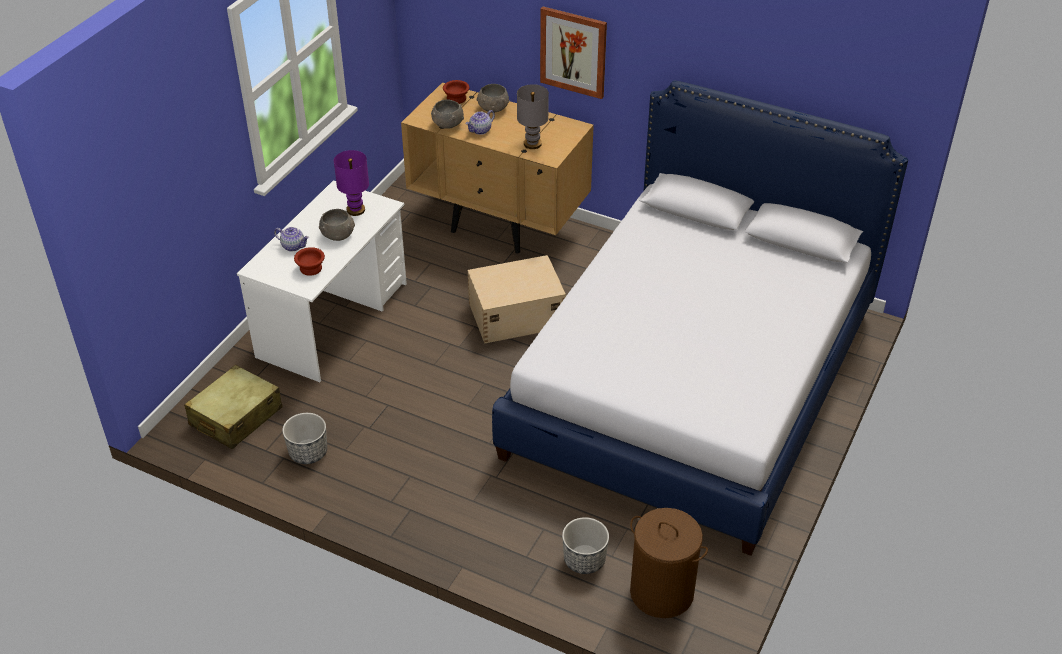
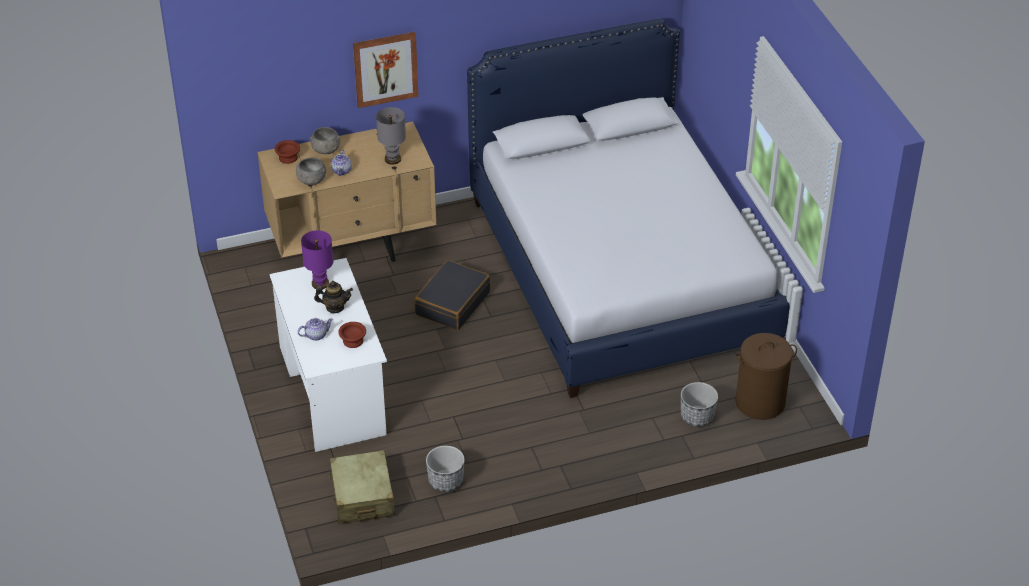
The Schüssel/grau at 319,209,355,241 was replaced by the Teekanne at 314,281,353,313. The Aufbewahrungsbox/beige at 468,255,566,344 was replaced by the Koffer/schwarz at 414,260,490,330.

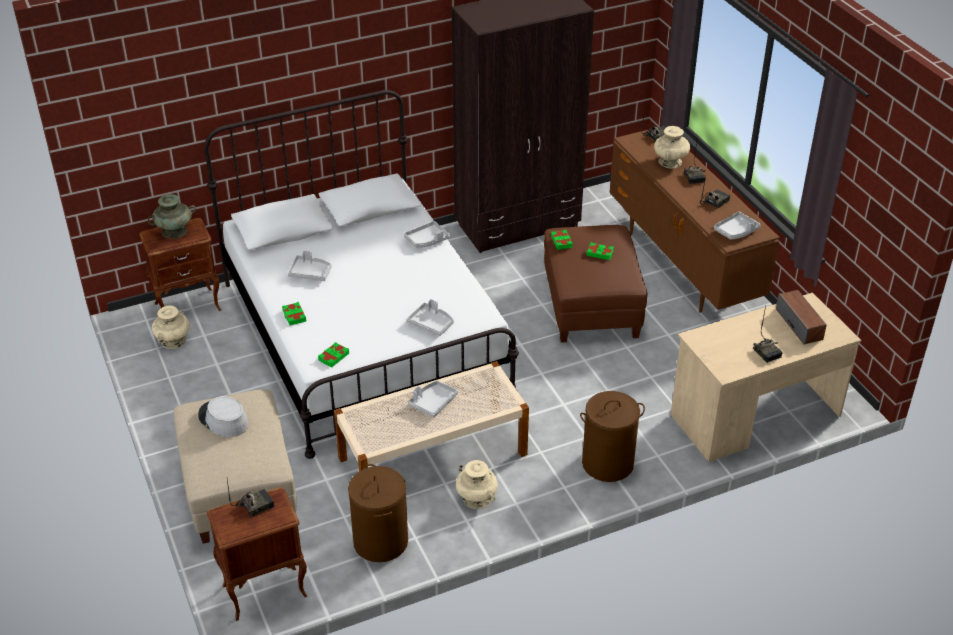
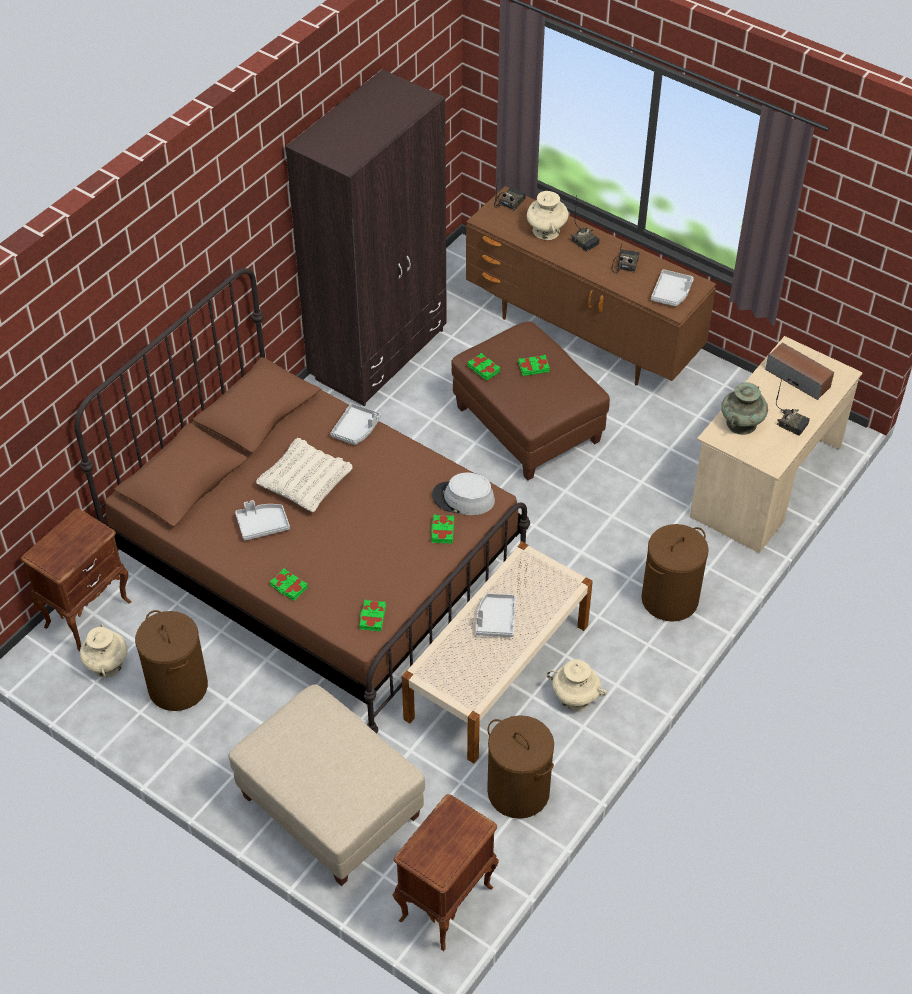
The Bett/weiß at 204,90,519,459 became the Bett/braun at 74,268,530,734. The Wäschekorb/braun at 135,610,208,711 appeared. The Kissen/beige at 256,438,352,512 appeared. The Tablett/grau at 407,299,454,336 was replaced by the Buch/grün at 431,515,454,543. The Hut/grau moved from 198,396,249,437 to 432,472,495,515. The Vase/türkis moved from 148,194,196,239 to 721,382,768,435. The Radio at 227,479,274,518 disappeared.

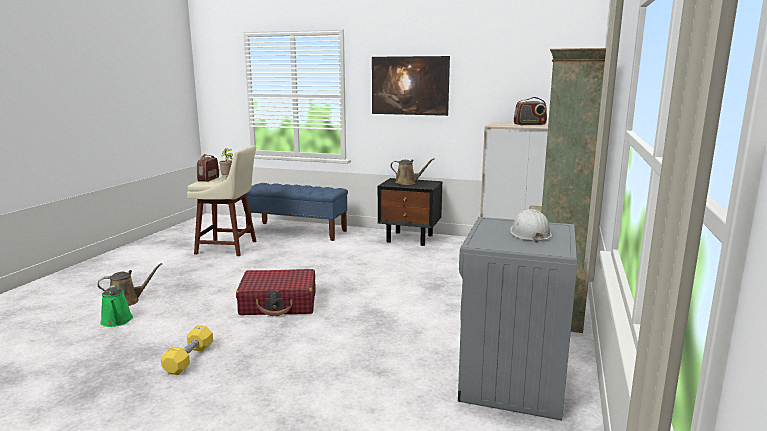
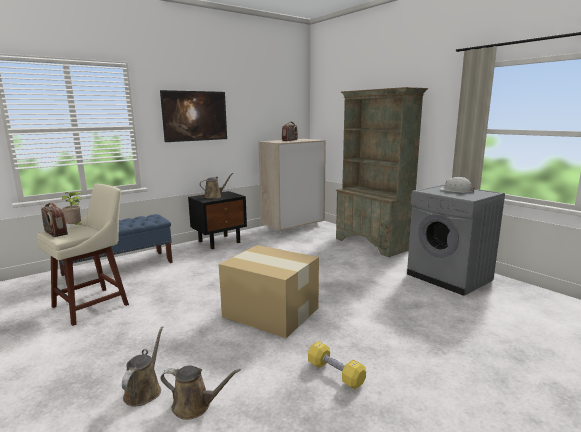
The Gießkanne/grün at 100,285,133,327 became the Gießkanne/braun at 161,365,241,420. The Koffer/rot at 236,269,316,316 was replaced by the Karton at 219,245,319,338.

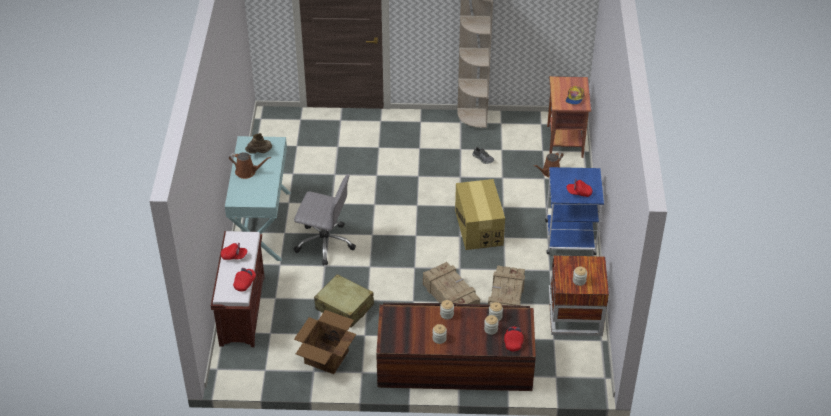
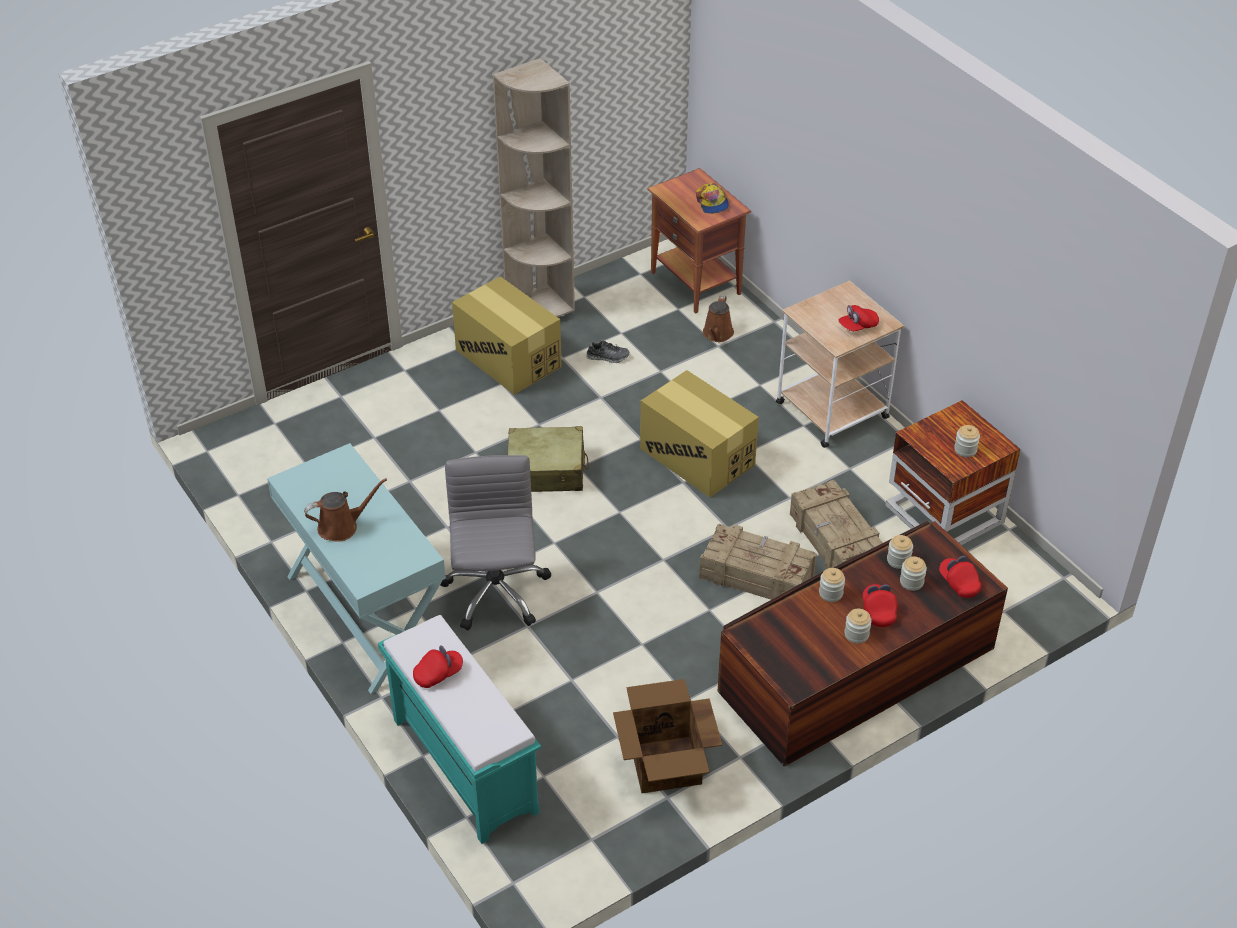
The Bank/braun at 211,231,265,347 became the Bank/türkis at 378,615,541,844. The Bürostuhl/grau at 294,174,356,266 turned 75 degrees counterclockwise. The Karton at 452,276,562,395 appeared. The Koffer/beige moved from 314,274,374,328 to 507,426,589,492. The Rollwagen/blau at 545,167,604,255 became the Rollwagen/beige at 776,280,904,448. The Kappe/rot moved from 233,268,256,291 to 863,584,897,627. The Stiefel/braun at 245,133,272,154 disappeared.

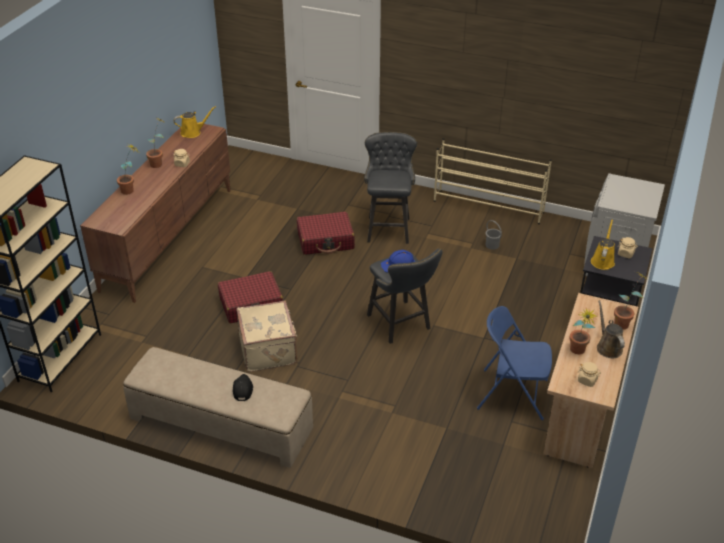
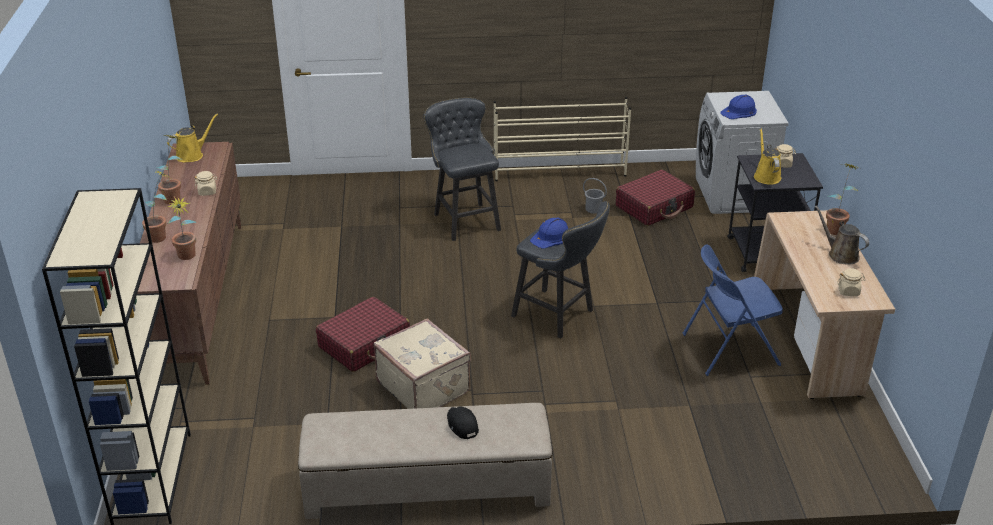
The Topfpflanze moved from 570,308,596,354 to 167,197,197,260. The Koffer/rot moved from 297,212,355,255 to 616,170,695,226. The Schutzhelm/blau at 720,94,757,119 appeared.

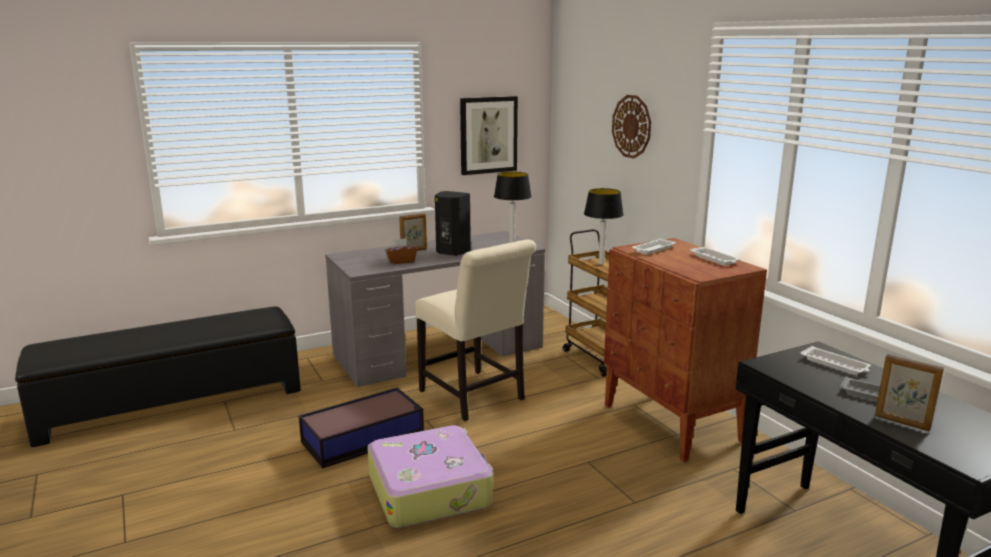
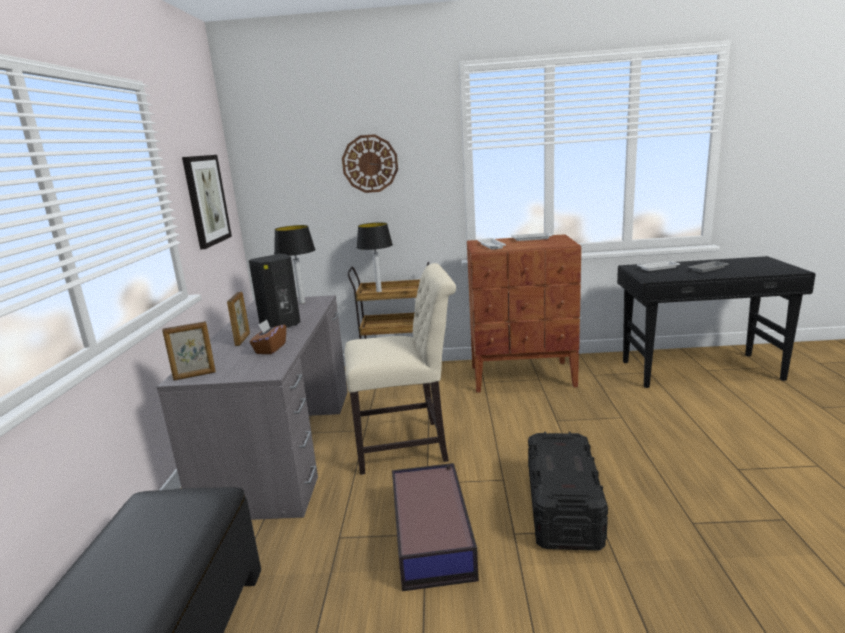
The Bilderrahmen moved from 875,354,944,431 to 162,321,216,381. The Koffer at 367,425,494,528 was replaced by the Aufbewahrungsbox/schwarz at 528,432,608,551.

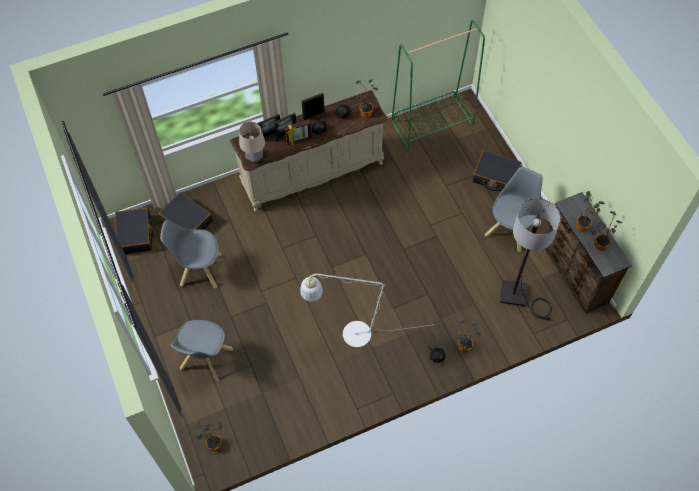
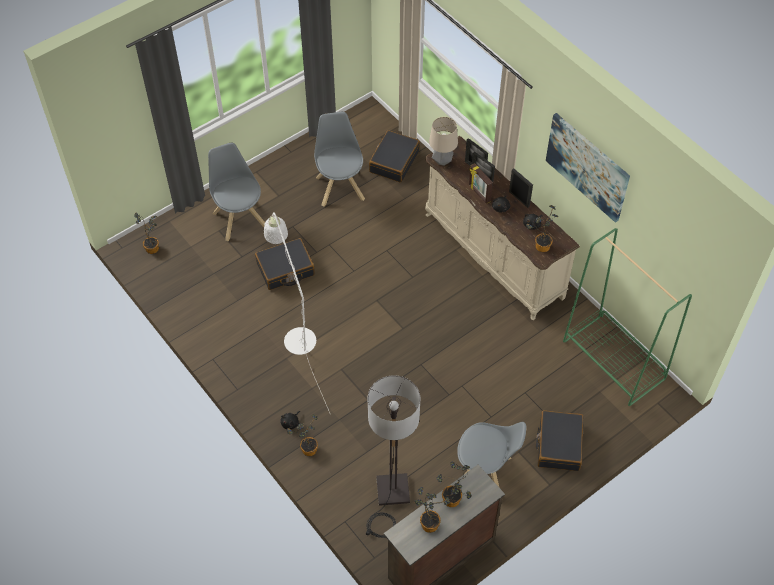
The Stuhl/grau at 171,320,233,383 turned 60 degrees clockwise. The Koffer/schwarz moved from 115,208,154,254 to 255,238,315,290. The Bild at 546,113,630,223 appeared.

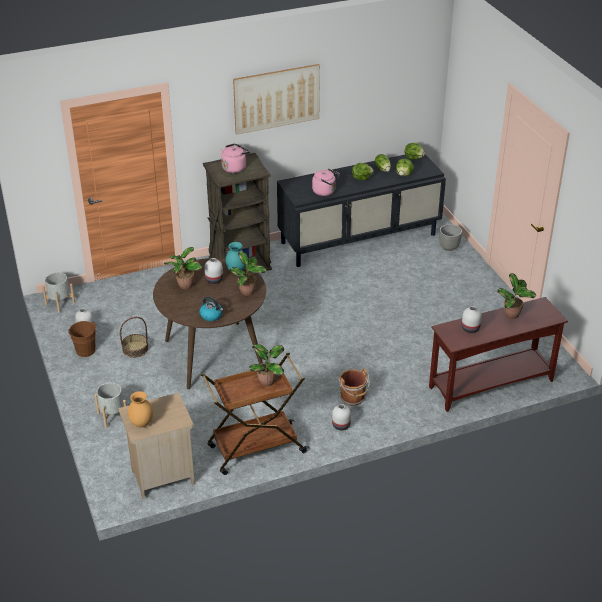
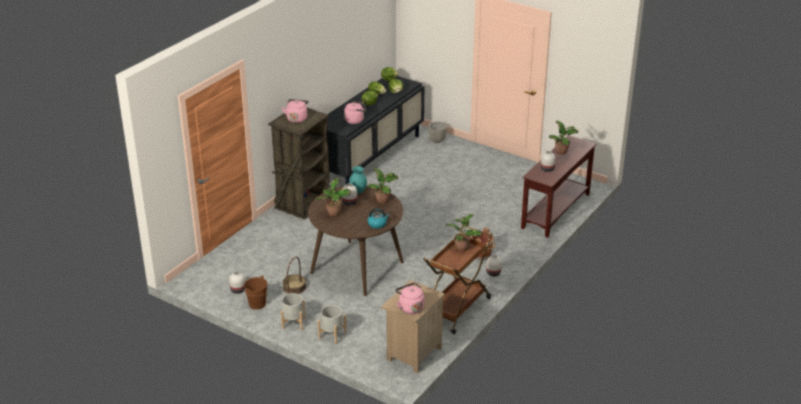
The Pflanzkübel/grau moved from 42,272,75,313 to 281,293,305,330. The Vase/braun at 128,391,153,427 was replaced by the Wasserkessel/rosa at 395,283,424,314. The Bild at 233,64,320,135 disappeared.

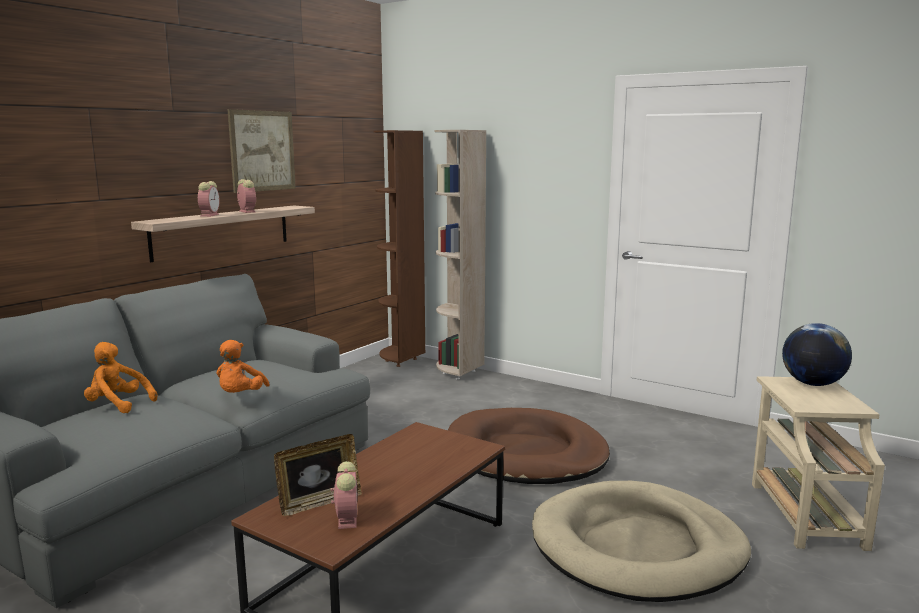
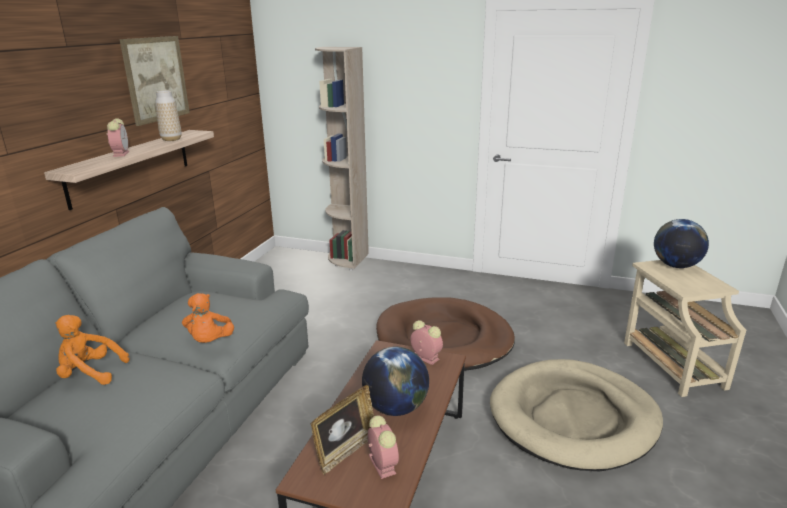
The Vase at 155,91,182,141 appeared. The Globus at 362,347,429,416 appeared. The Wecker moved from 237,179,256,213 to 410,320,443,365. The Bücherregal/braun at 373,130,425,367 disappeared.

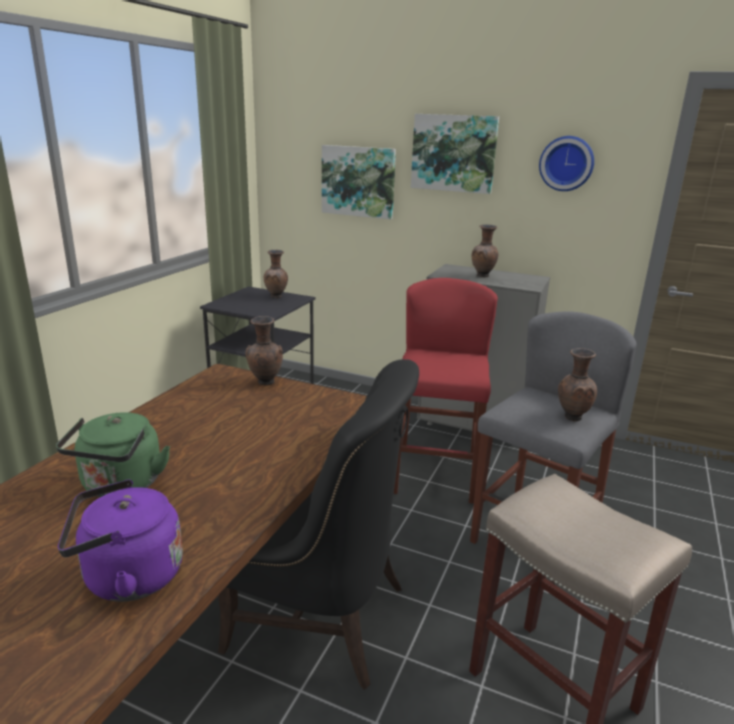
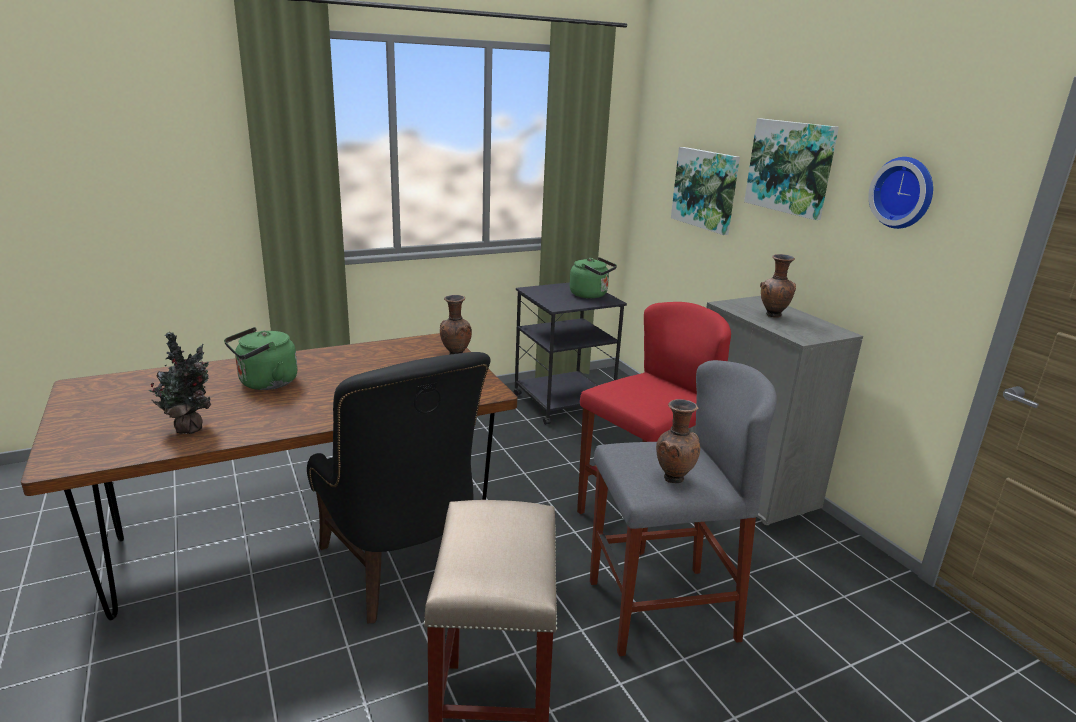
The Wasserkessel/lila at 58,479,183,602 was replaced by the Topfpflanze at 149,332,211,434. The Vase/braun at 264,250,288,298 was replaced by the Wasserkessel/grün at 570,257,617,298.

